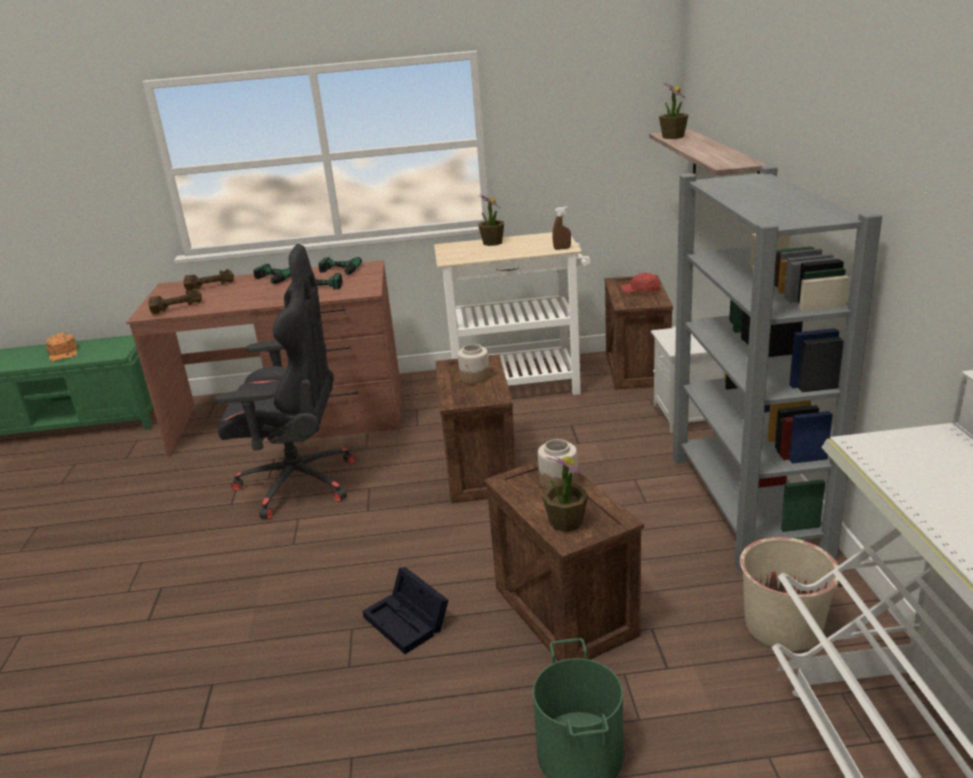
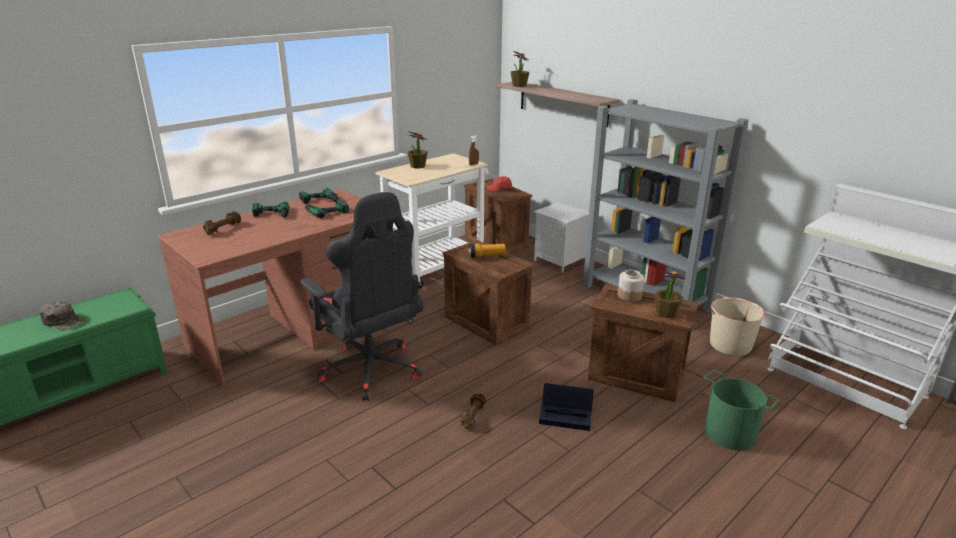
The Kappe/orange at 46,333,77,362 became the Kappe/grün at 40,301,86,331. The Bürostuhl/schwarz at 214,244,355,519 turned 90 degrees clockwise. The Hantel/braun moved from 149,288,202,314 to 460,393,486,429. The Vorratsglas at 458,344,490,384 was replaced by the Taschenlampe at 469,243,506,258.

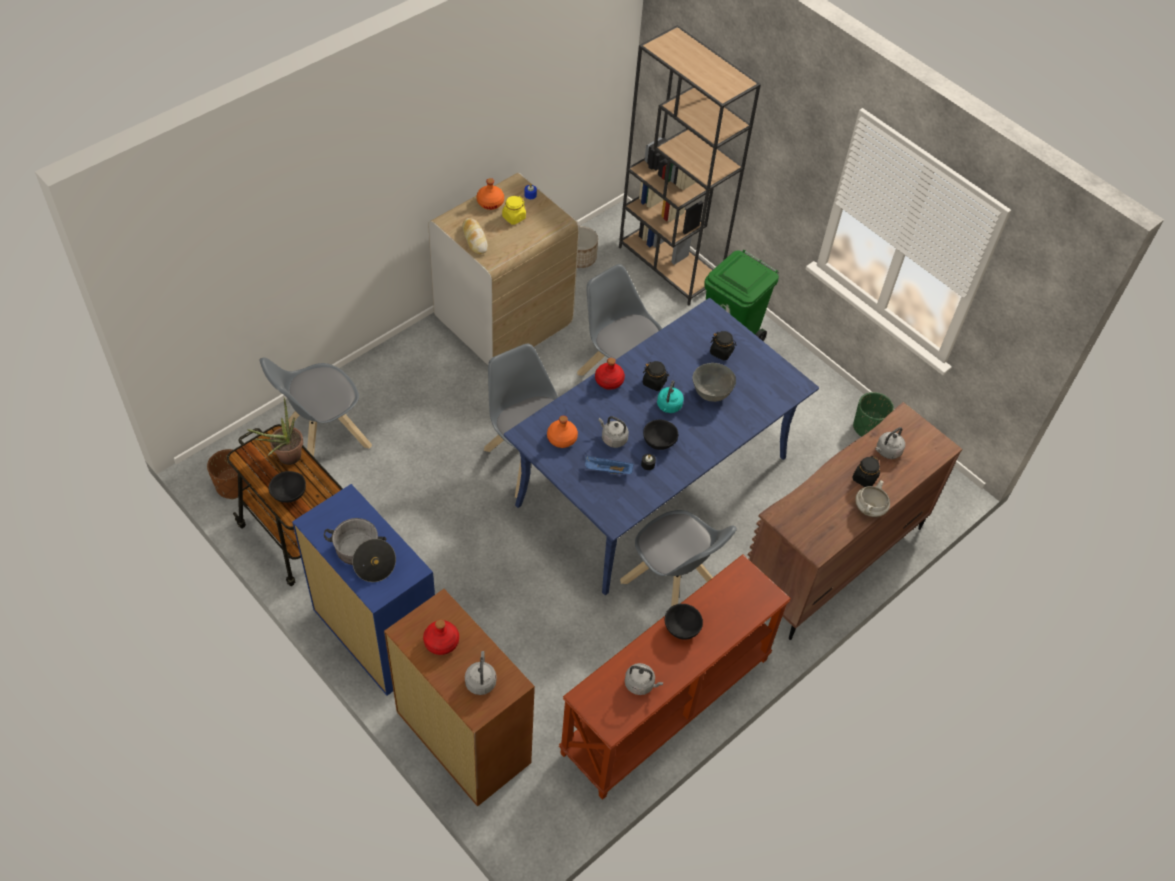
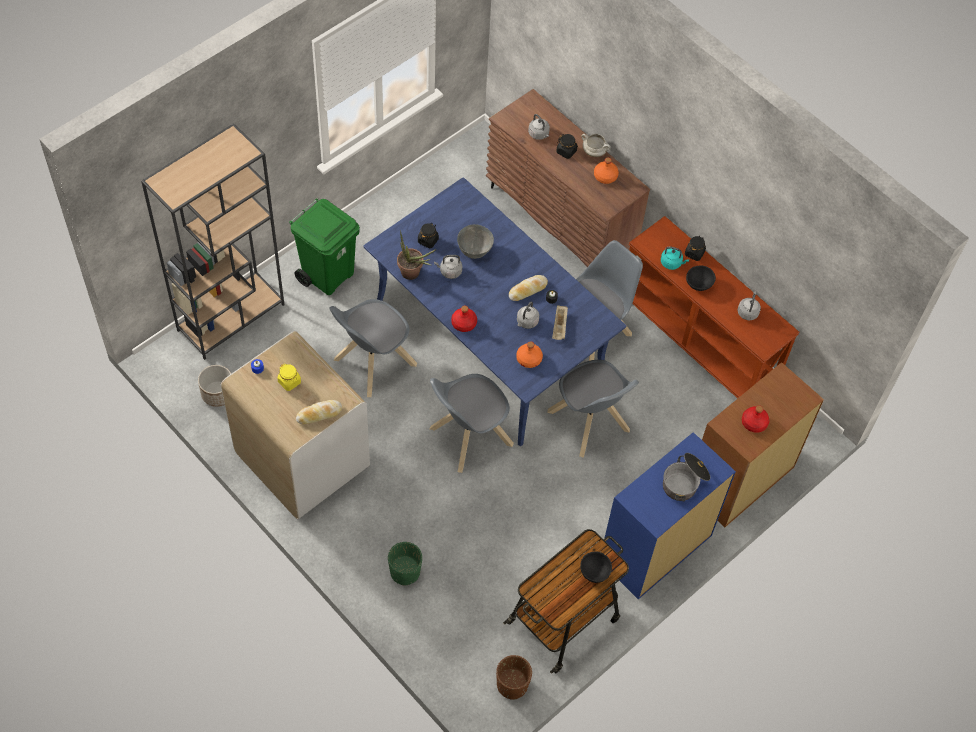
The Pflanzkübel/grün moved from 853,392,894,437 to 388,542,422,586. The Topfpflanze moved from 248,397,303,465 to 397,230,436,280. The Wasserkessel/grau moved from 465,651,496,695 to 434,255,462,279. The Schüssel/schwarz at 643,420,678,450 was replaced by the Brot at 509,275,548,301. The Stuhl/grau moved from 260,357,372,473 to 548,360,639,458. The Tablett/blau at 585,456,634,474 became the Tablett/beige at 552,305,568,340. The Flasche/orange moved from 477,178,504,210 to 594,157,619,184. The Wasserkessel/türkis moved from 657,380,684,413 to 661,246,689,270. The Vorratsglas/schwarz moved from 643,361,669,391 to 685,235,706,261.

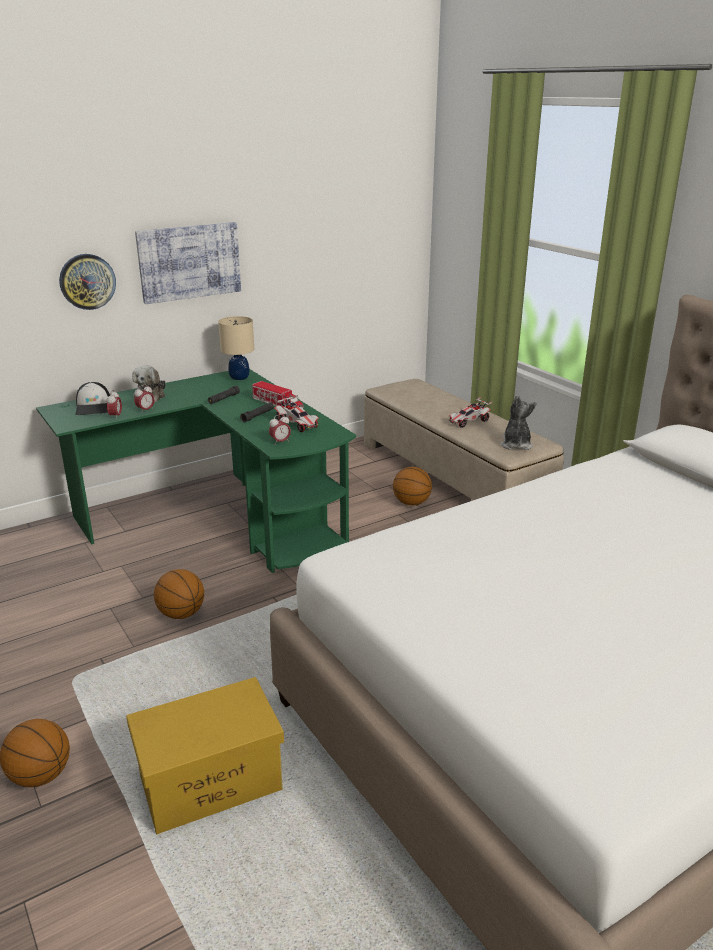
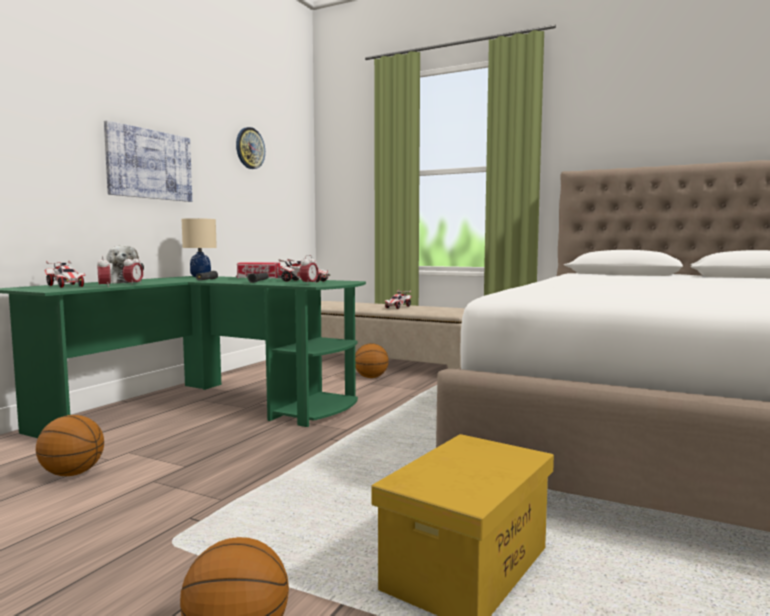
The Basketball moved from 154,569,204,619 to 36,415,104,476. The Kappe at 76,382,110,415 was replaced by the Spielzeugauto at 44,260,86,288. The Wanduhr moved from 59,254,116,310 to 236,127,265,169. The Plüschtier at 500,395,537,450 disappeared.

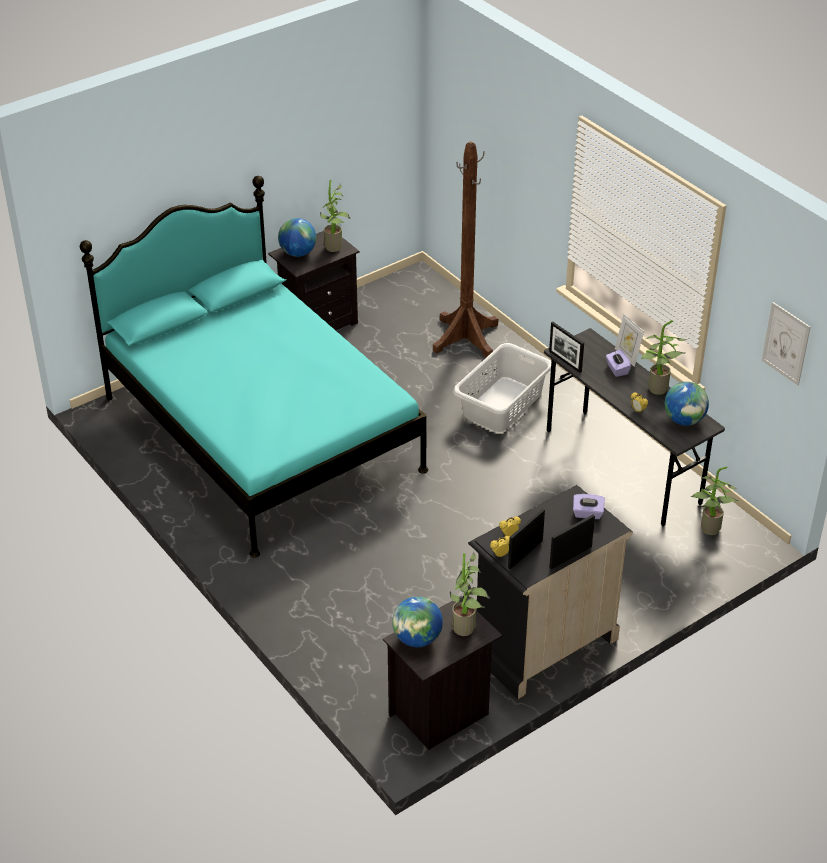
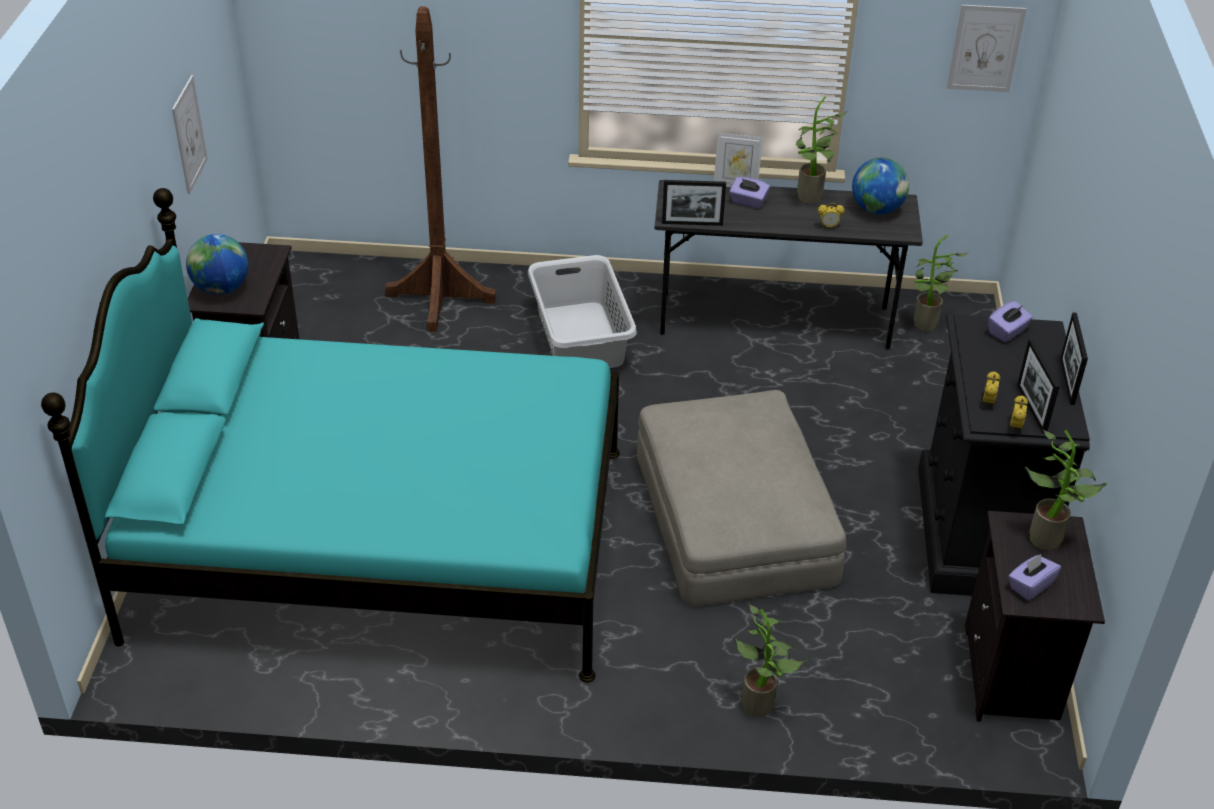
The Bild at 172,75,208,194 appeared. The Polsterhocker/beige at 637,390,846,606 appeared. The Topfpflanze moved from 320,180,350,252 to 733,603,807,717. The Globus at 392,597,443,647 was replaced by the Taschentuchbox/lila at 1008,554,1061,601.

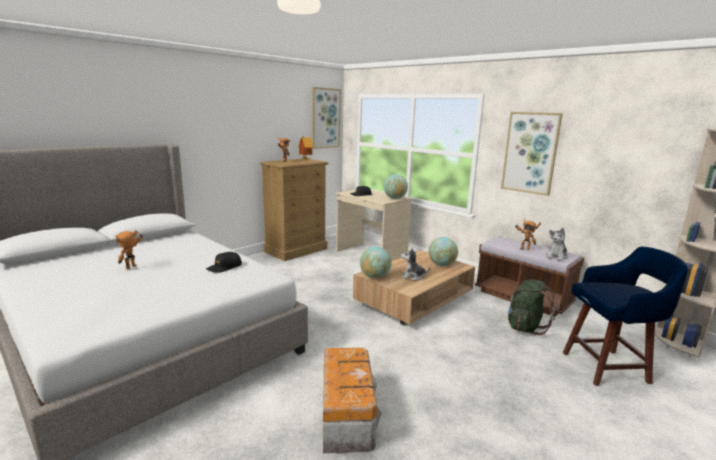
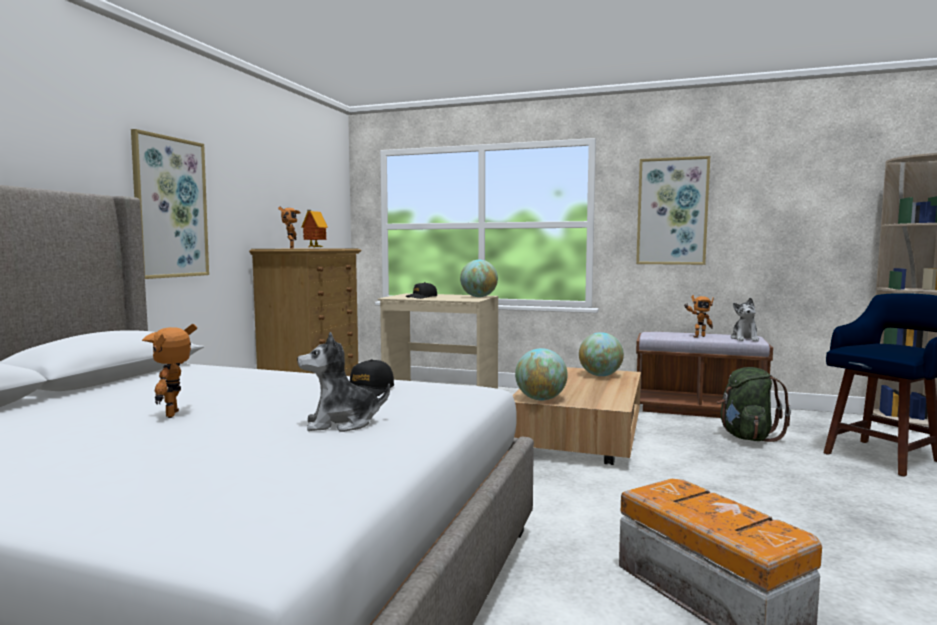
The Bild moved from 312,87,341,149 to 131,129,209,279. The Plüschtier moved from 401,248,430,281 to 297,332,390,432.

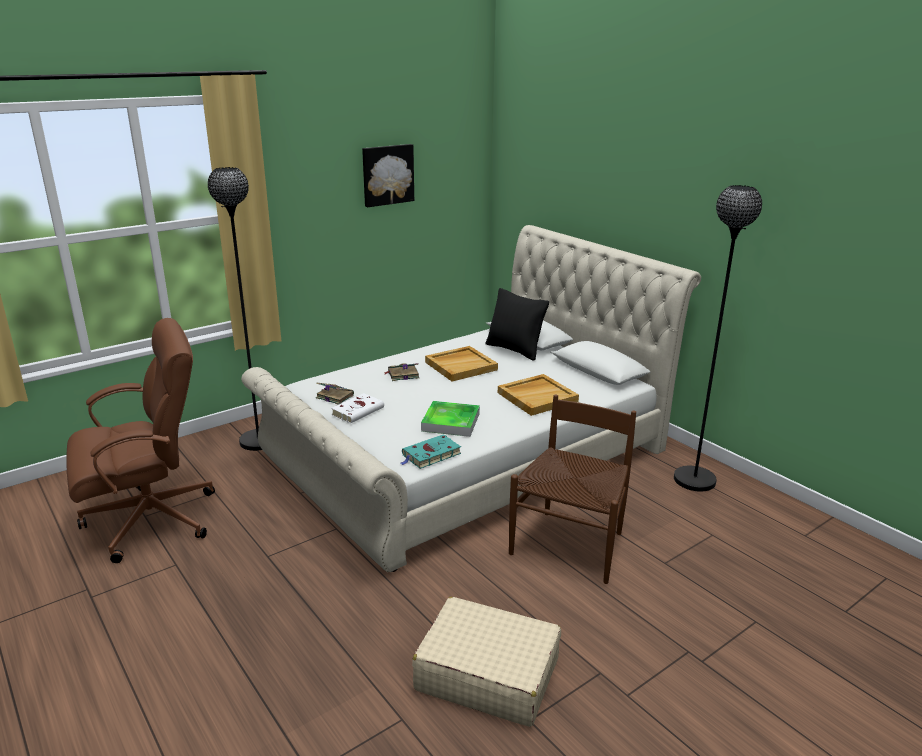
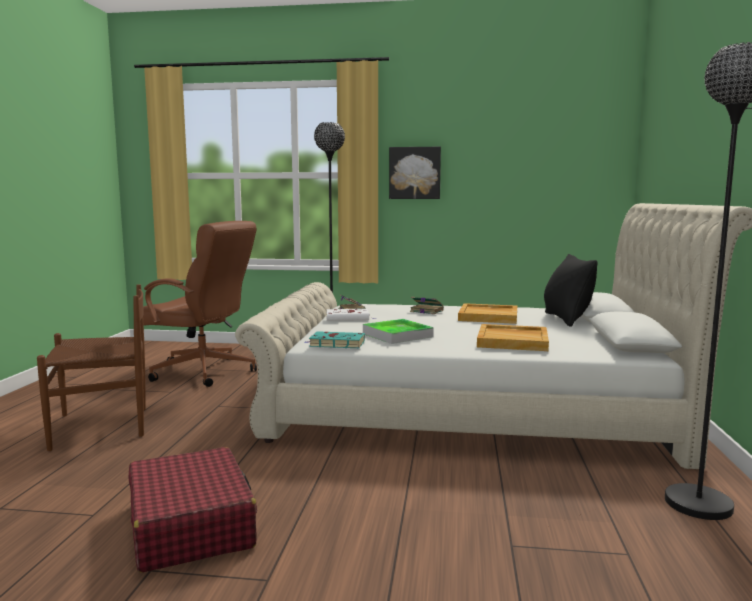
The Stuhl/braun moved from 509,394,636,584 to 37,284,146,451. The Koffer/beige at 412,597,561,727 became the Koffer/rot at 128,447,257,572. The Bild moved from 362,144,414,207 to 389,147,441,199.

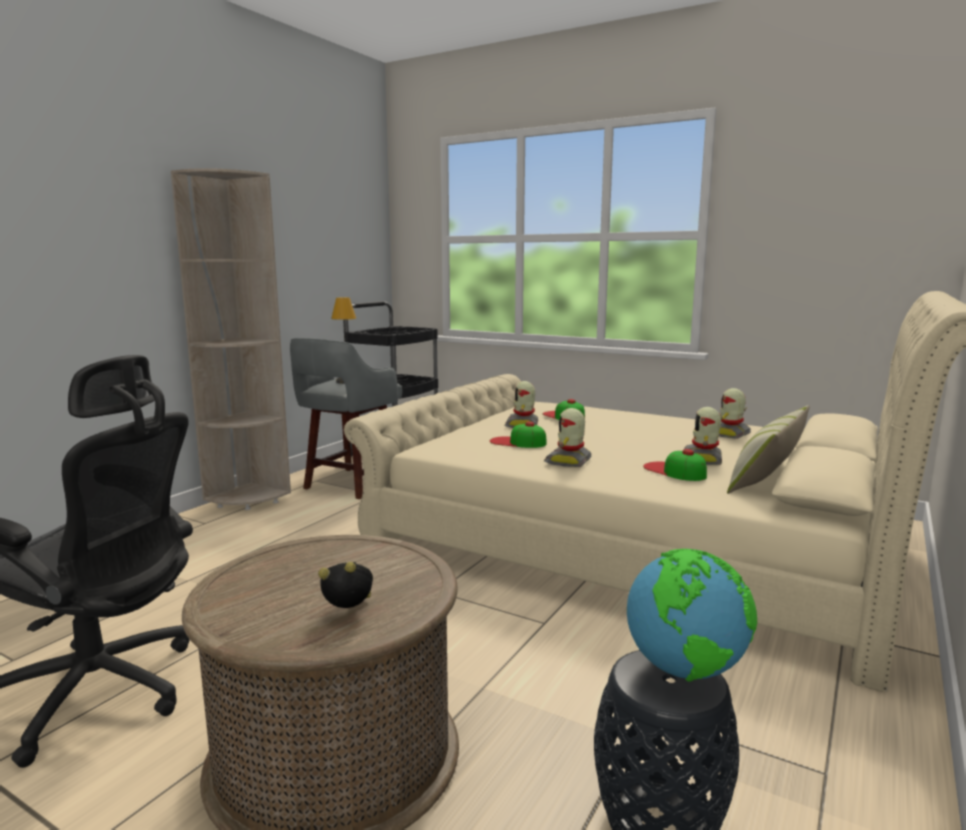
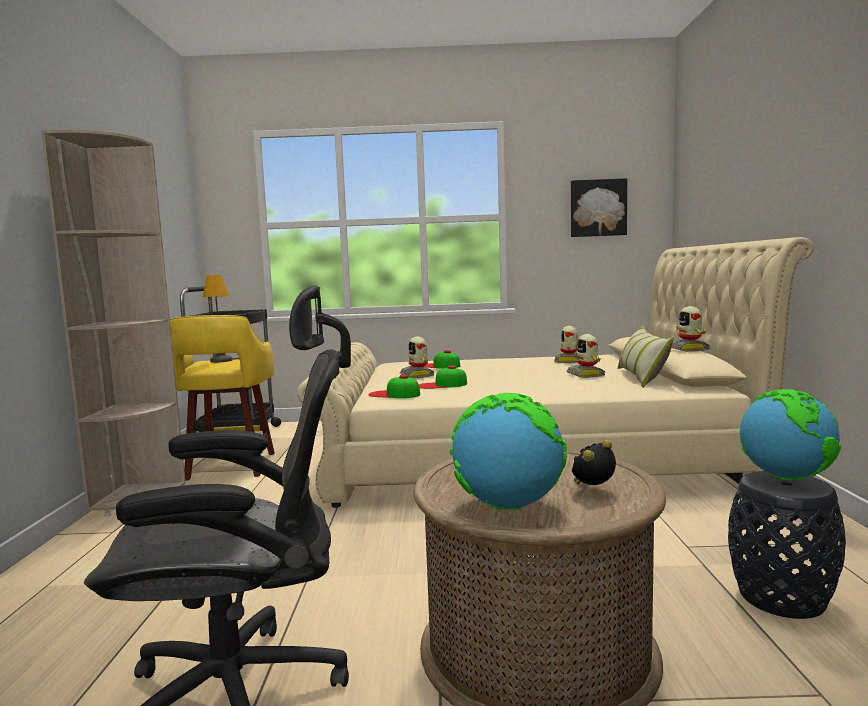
The Hocker/grau at 290,338,402,499 became the Hocker/gelb at 170,315,275,481. The Kappe moved from 643,449,707,481 to 368,374,420,398. The Globus at 450,393,567,510 appeared. The Bild at 571,178,627,237 appeared. The Spielzeugroboter moved from 544,408,592,467 to 671,306,710,352.

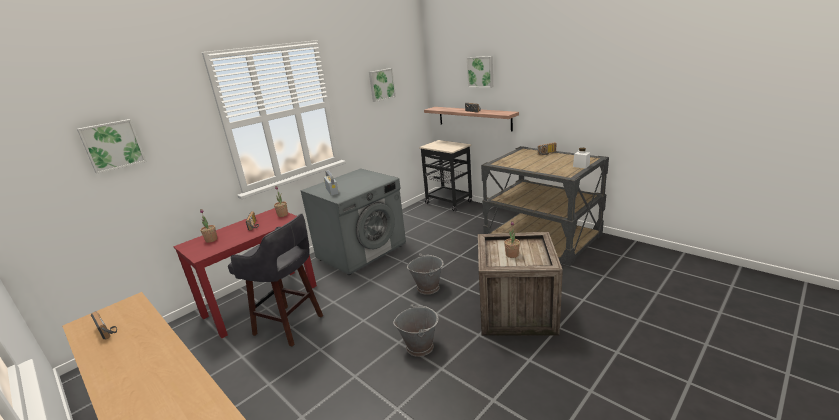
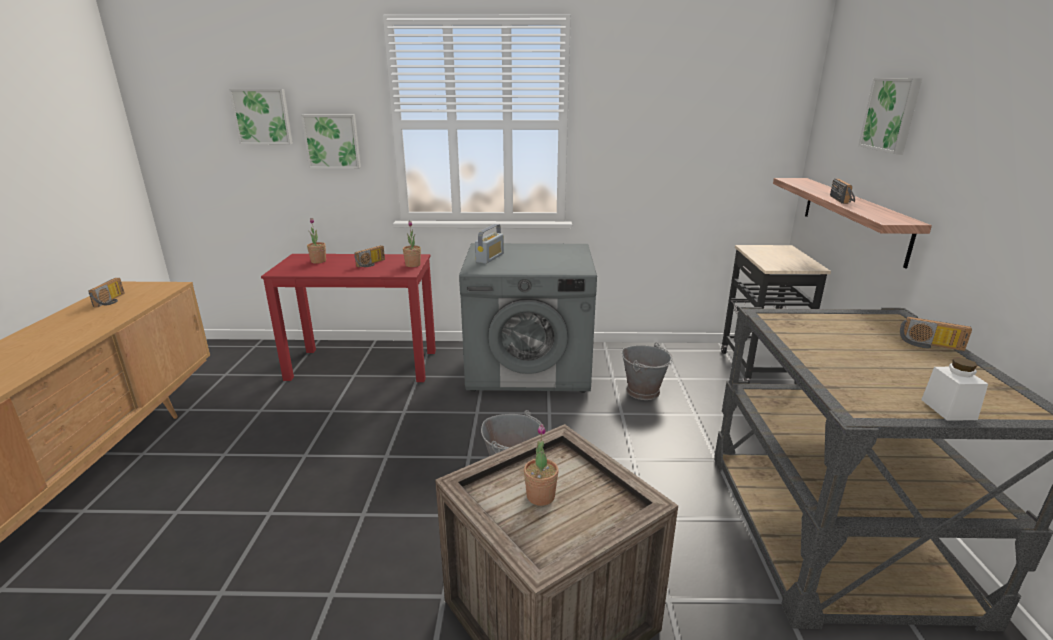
The Bild moved from 369,68,396,102 to 301,115,361,169. The Eimer/grau moved from 393,304,439,357 to 621,342,673,400. The Hocker/grau at 228,214,323,346 disappeared.

